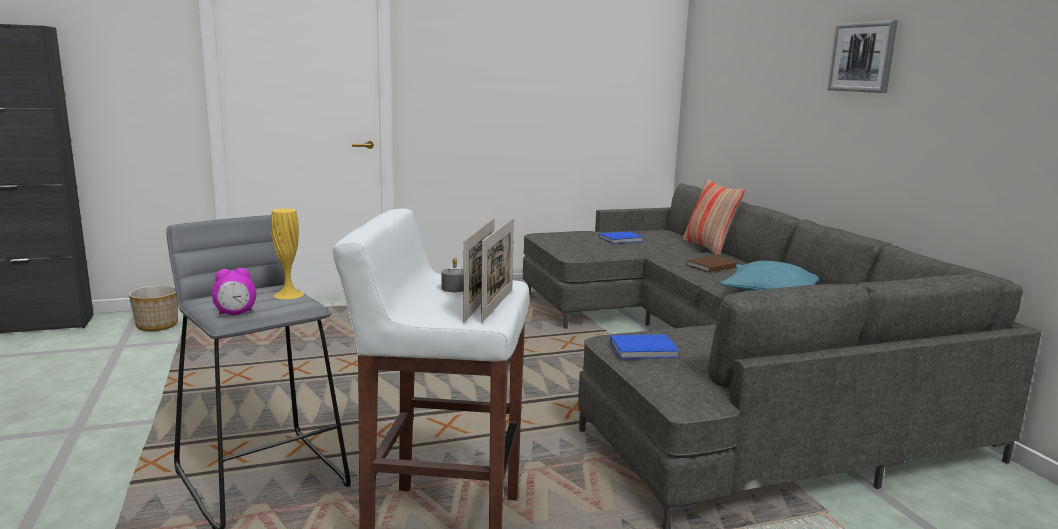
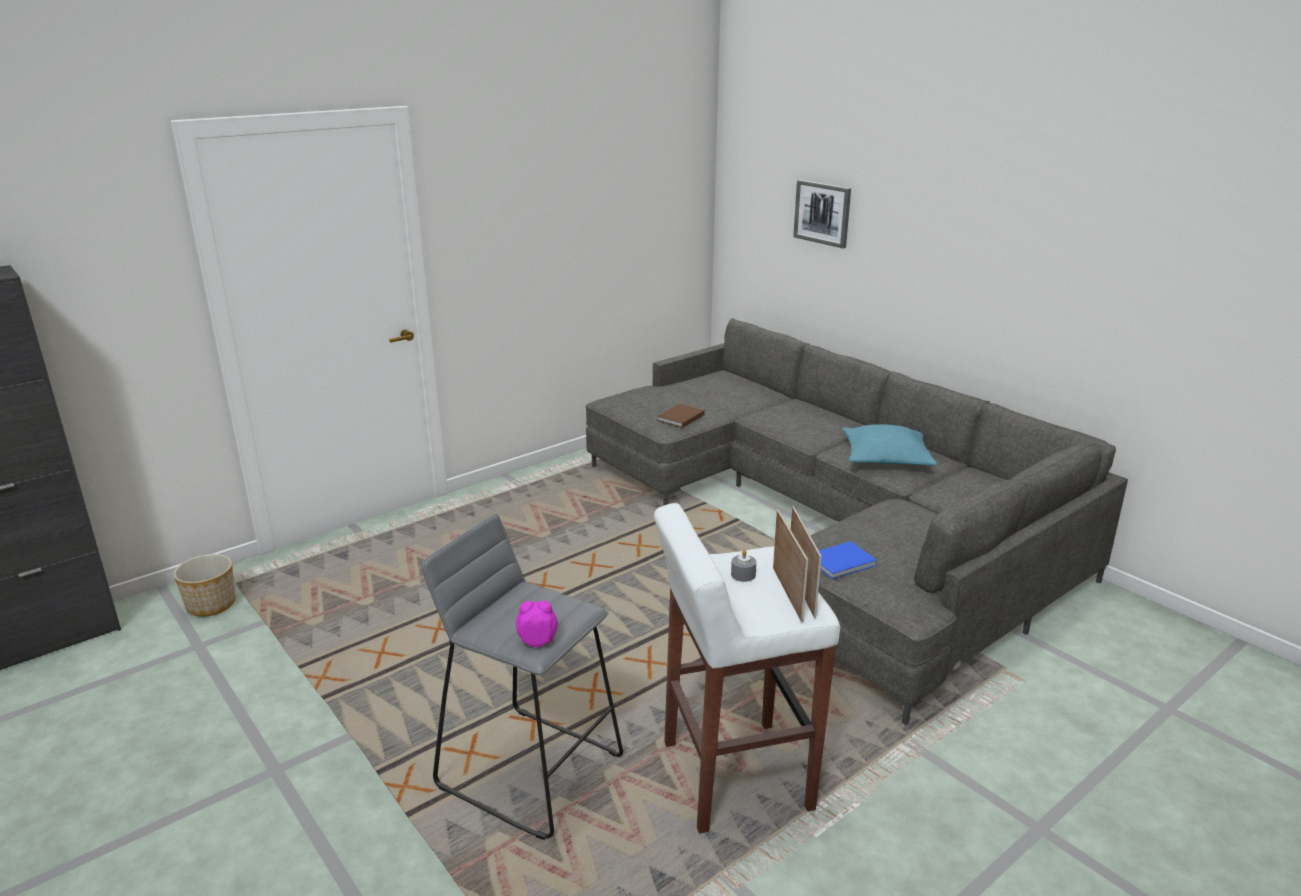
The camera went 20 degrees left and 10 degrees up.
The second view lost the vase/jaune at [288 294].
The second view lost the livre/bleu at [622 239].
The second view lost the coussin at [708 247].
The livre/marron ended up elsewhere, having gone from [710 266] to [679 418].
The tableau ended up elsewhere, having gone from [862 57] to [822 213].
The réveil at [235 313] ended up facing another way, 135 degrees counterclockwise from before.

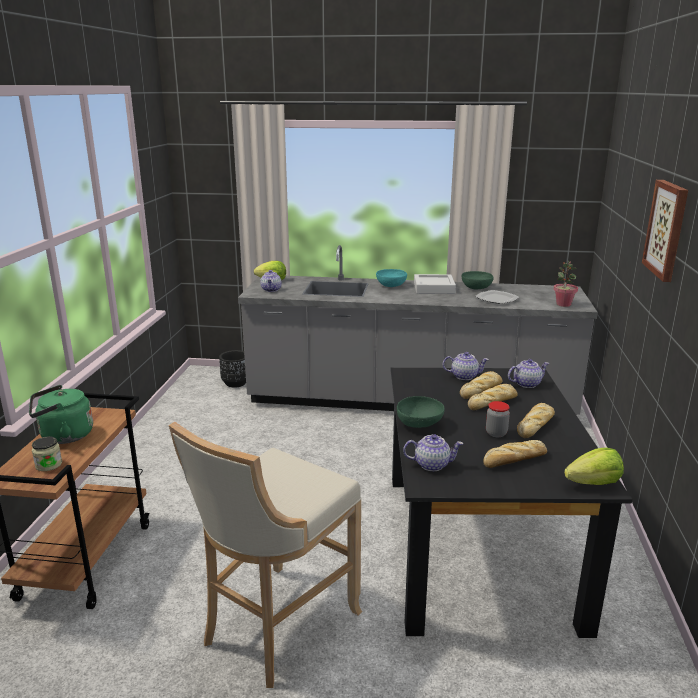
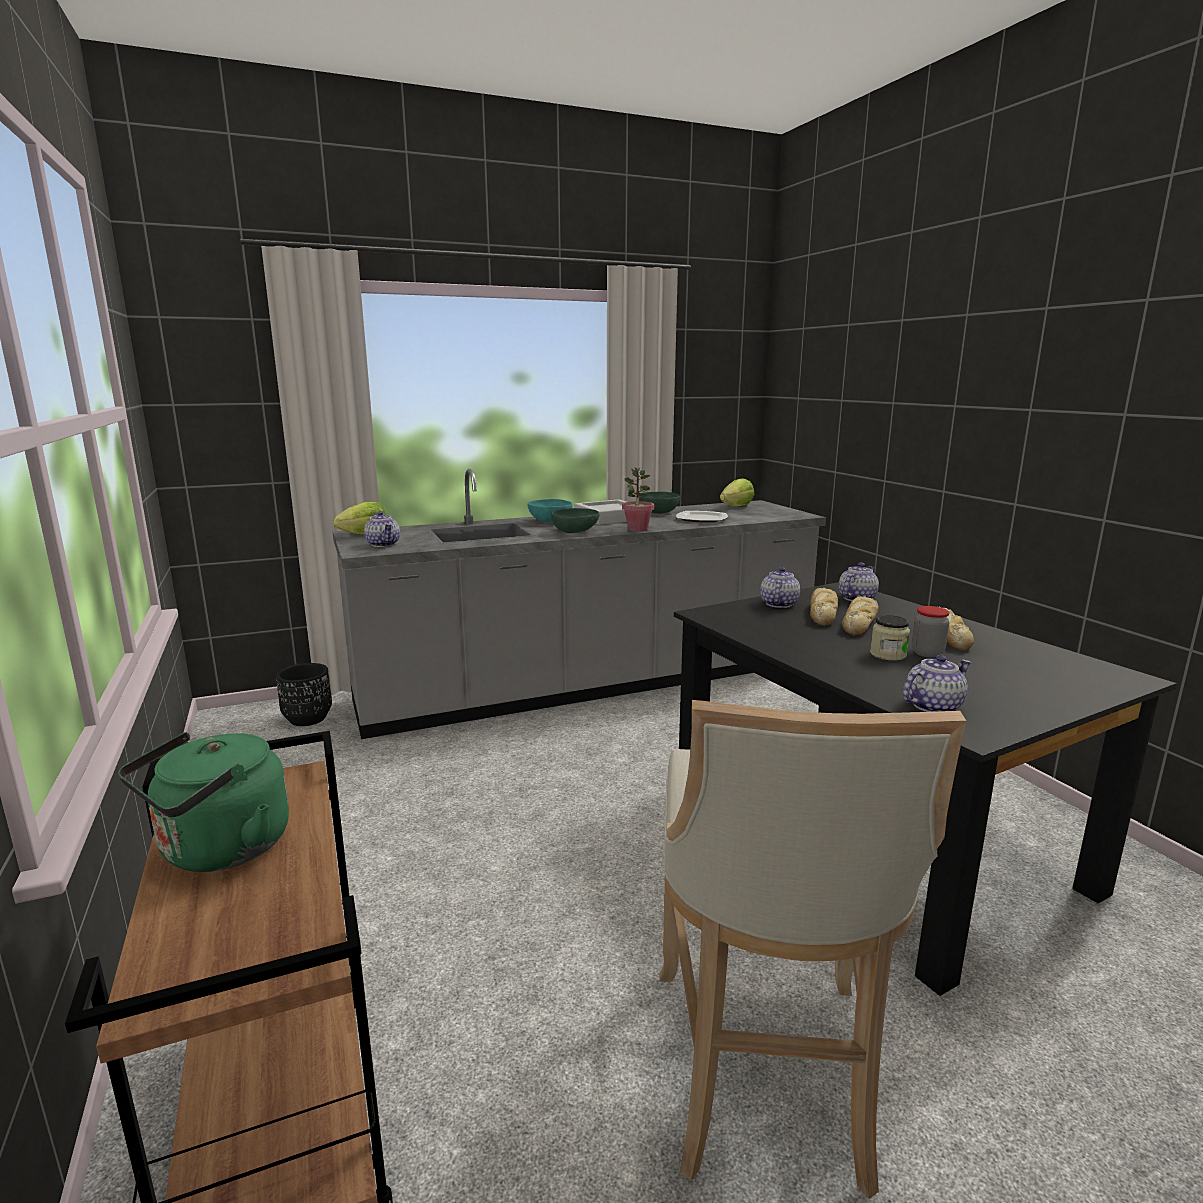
The camera went 30 degrees left and 5 degrees down.
The second view lost the pain at [514 460].
The second view lost the tableau at [667 229].
The bocal ended up elsewhere, having gone from [49 465] to [888 654].
The bol/vert ended up elsewhere, having gone from [419 424] to [575 532].
The plante en pot ended up elsewhere, having gone from [563 304] to [637 529].
The laitue ended up elsewhere, having gone from [594 483] to [736 506].
The théière at [464 376] ended up facing another way, 45 degrees counterclockwise from before.

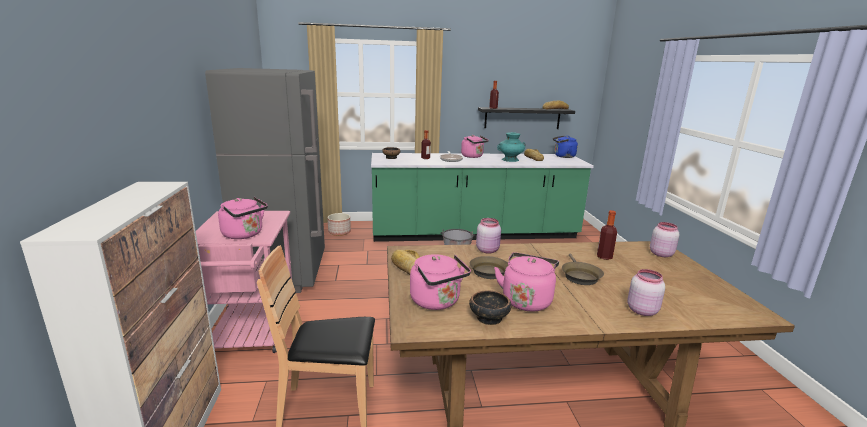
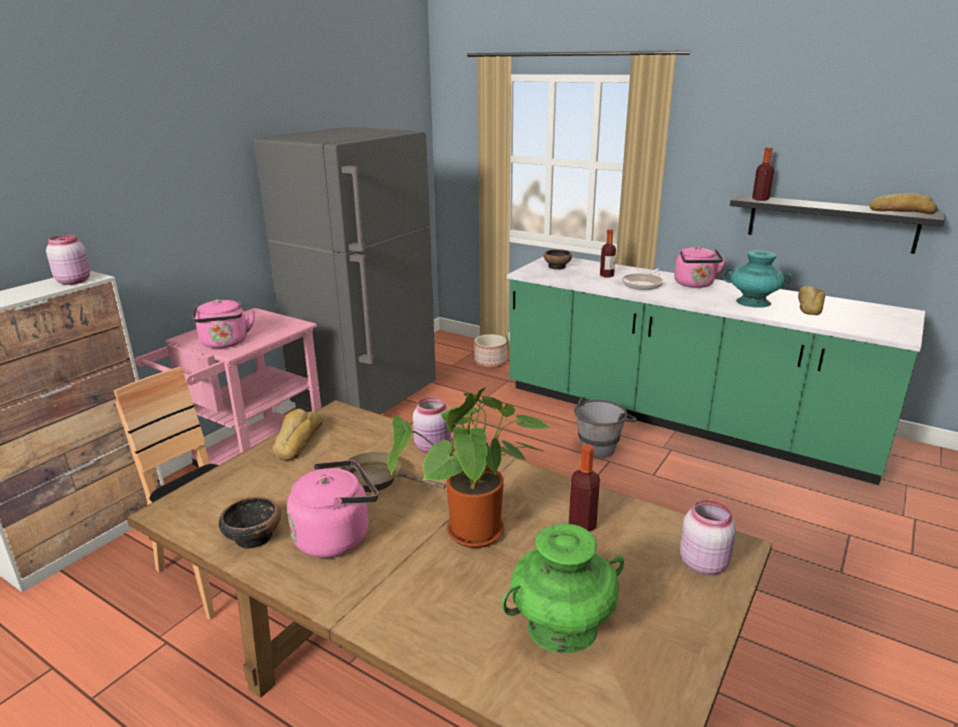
The camera went 40 degrees right and 5 degrees up.
The second view lost the bouilloire/rose at [437 302].
The second view lost the bouilloire/bleu at [563 156].
The second view gained the vase/vert at [563 626].
The bocal/rose ended up elsewhere, having gone from [641 310] to [74 281].
Where the poêle/marron stood at [579 276], the plante en pot came to stand at [475 537].

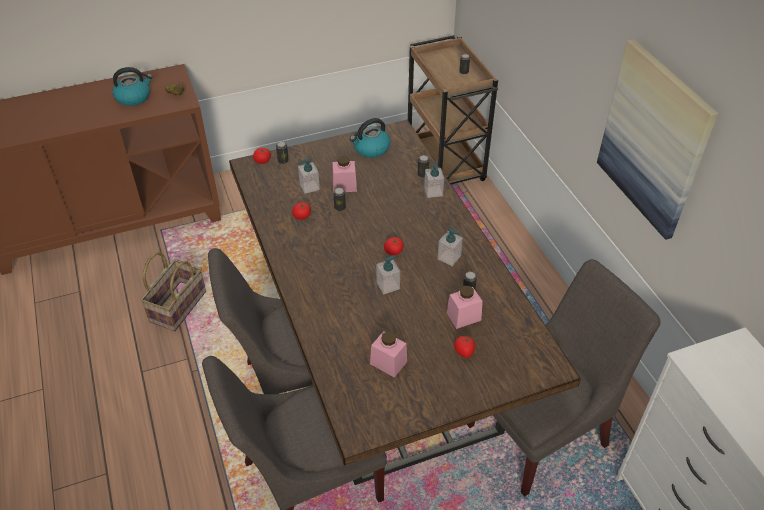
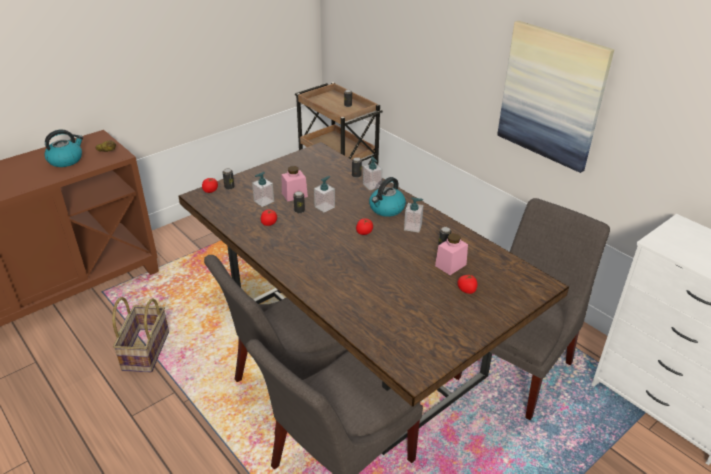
The camera went 20 degrees left and 10 degrees down.
The second view lost the bocal/rose at [388 362].
The bouilloire ended up elsewhere, having gone from [371 149] to [386 209].
The distributeur de savon ended up elsewhere, having gone from [388 285] to [324 207].

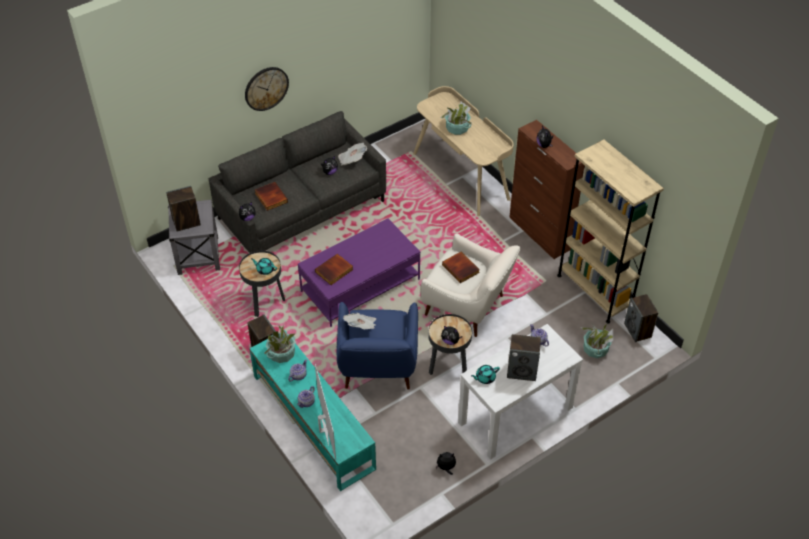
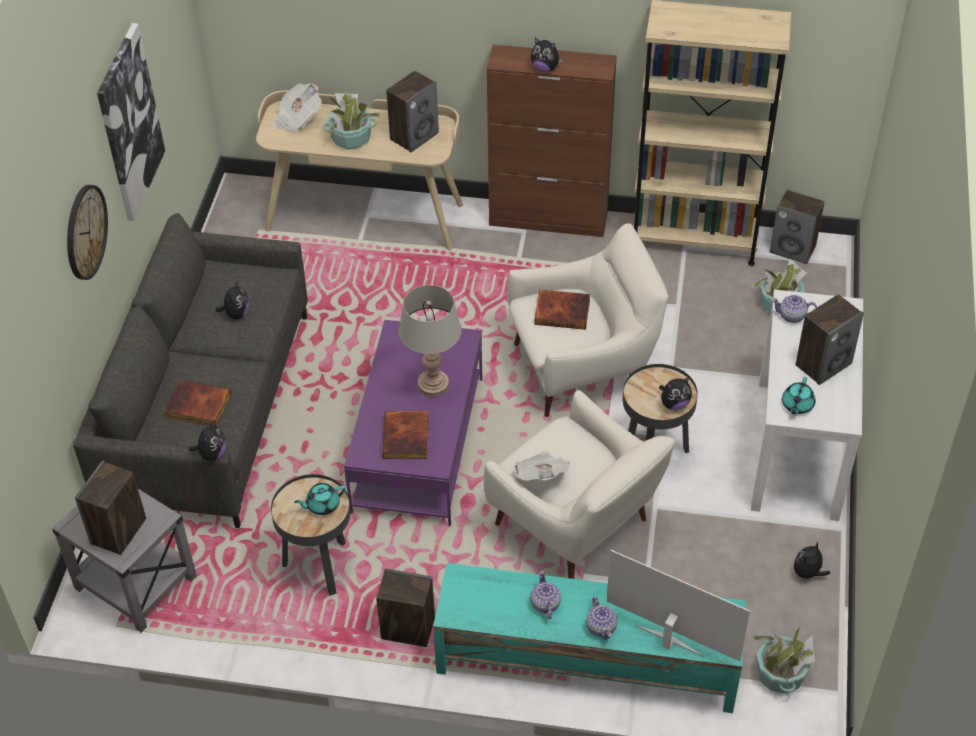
The camera went 45 degrees left and 0 degrees up.
The second view gained the tableau at [129 123].
The second view gained the enceinte at [414 136].
The second view gained the lampe de table/gris at [433 385].
The plante en pot ended up elsewhere, having gone from [282 353] to [780 674].
The journal ended up elsewhere, having gone from [352 160] to [297 119].
What was the fauteuil/bleu at [378 368] turned into the fauteuil/blanc at [576 526].

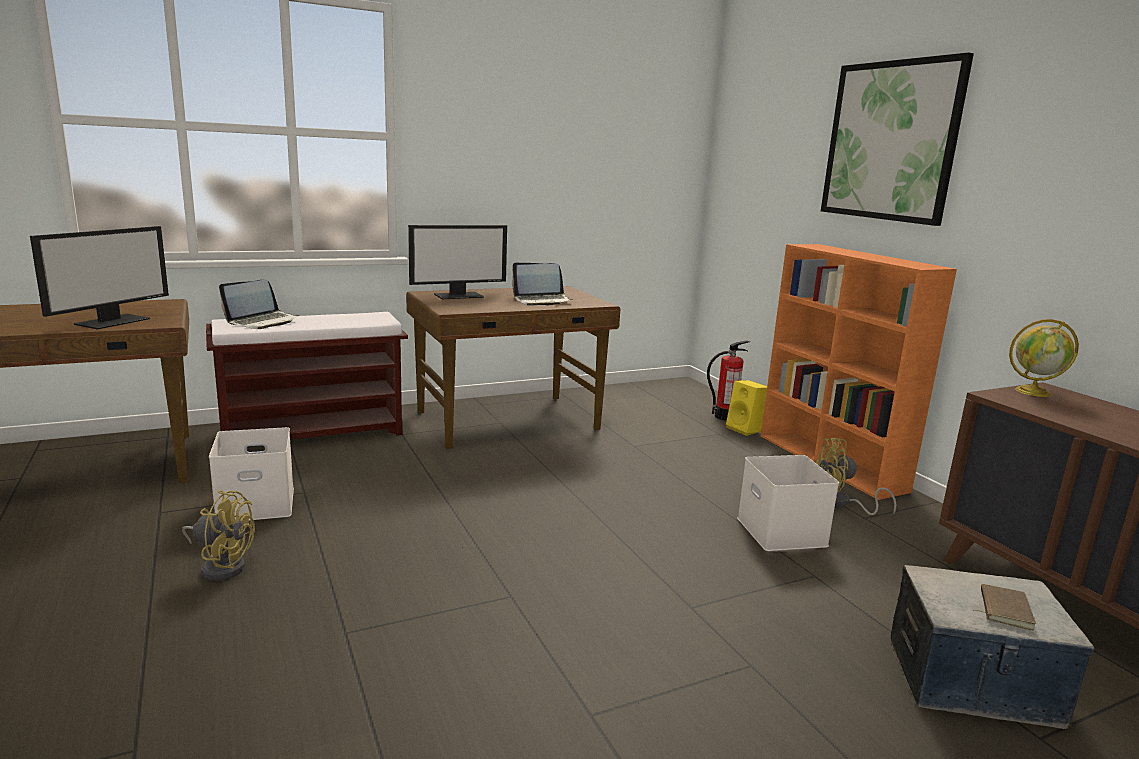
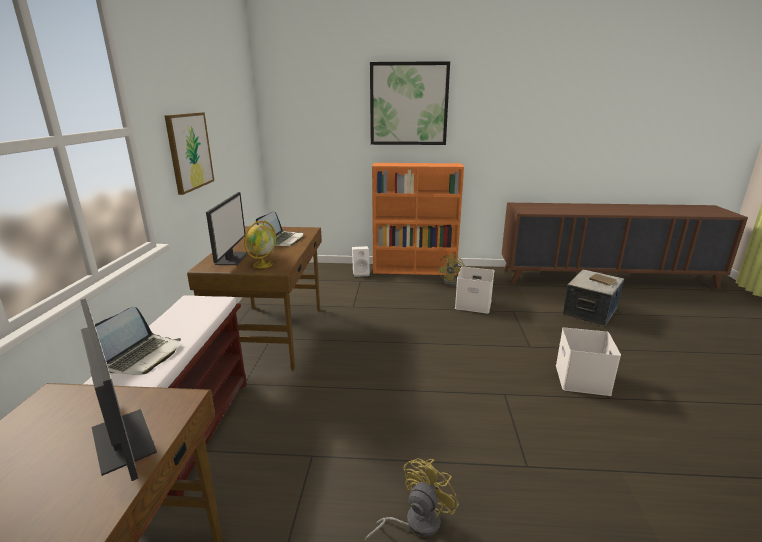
The camera went 60 degrees left and 5 degrees up.
The second view lost the extincteur at [725 416].
The second view gained the tableau at [189 151].
The boîte de rangement/blanc ended up elsewhere, having gone from [254 505] to [583 380].
The globe ended up elsewhere, having gone from [1034 392] to [263 264].
What was the enceinte/jaune at [746 429] turned into the enceinte/blanc at [361 273].
The ordinateur portable at [263 322] ended up facing another way, 45 degrees clockwise from before.

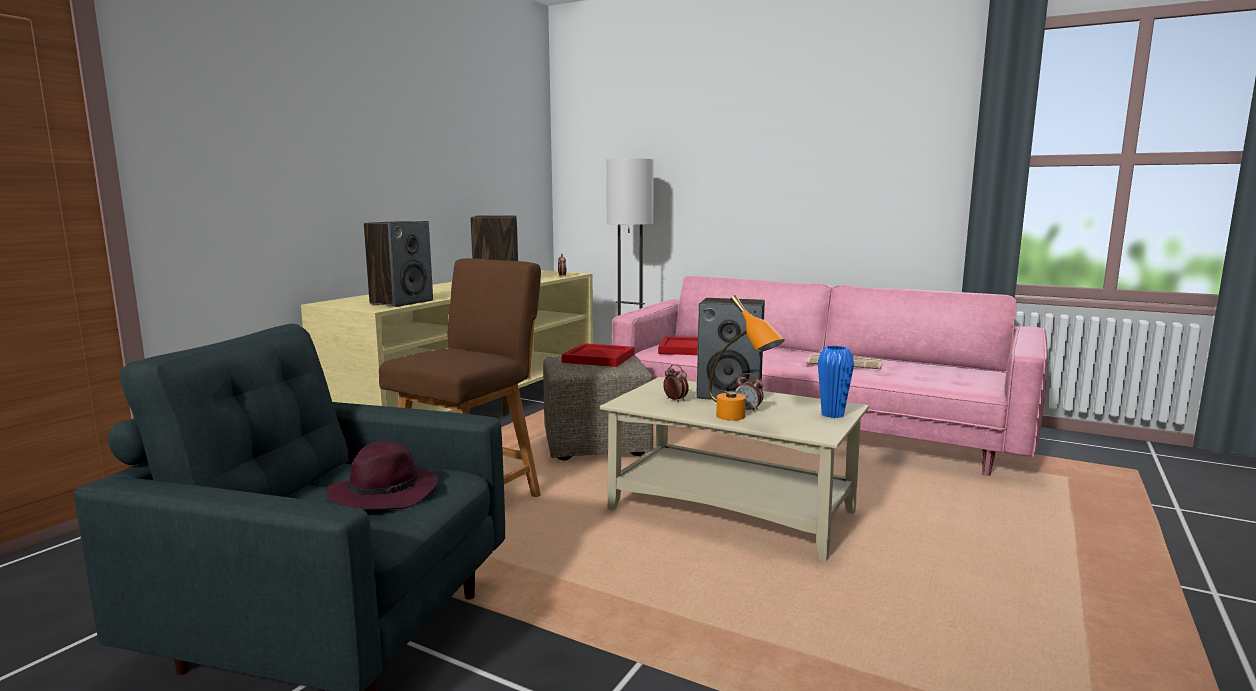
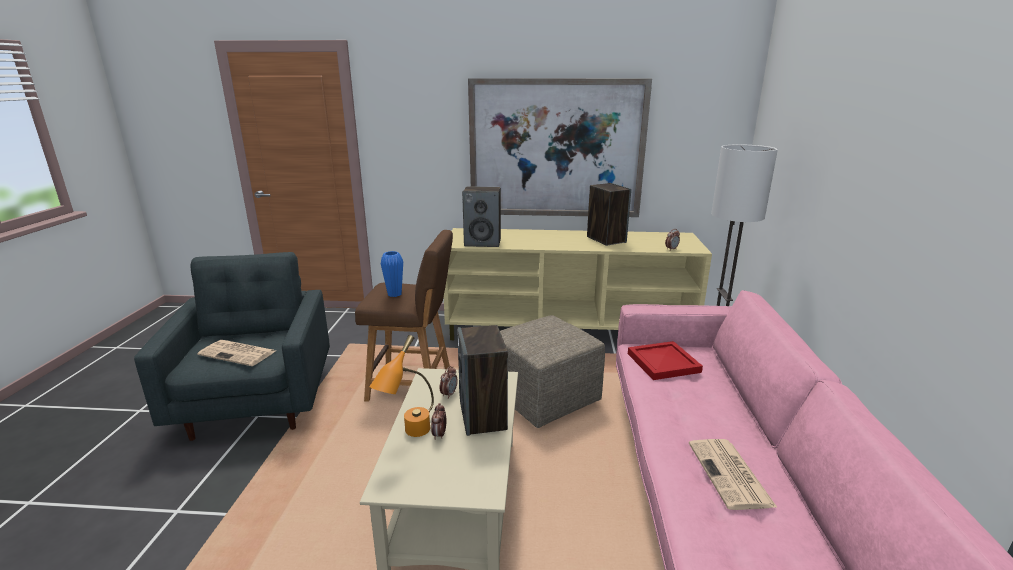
The camera went 65 degrees right and 10 degrees up.
The second view lost the plateau/rouge at [598 358].
The second view gained the tableau at [556 149].
The vase/bleu ended up elsewhere, having gone from [832 415] to [394 294].
Where the chapeau/violet stood at [386 493], the journal came to stand at [239 353].

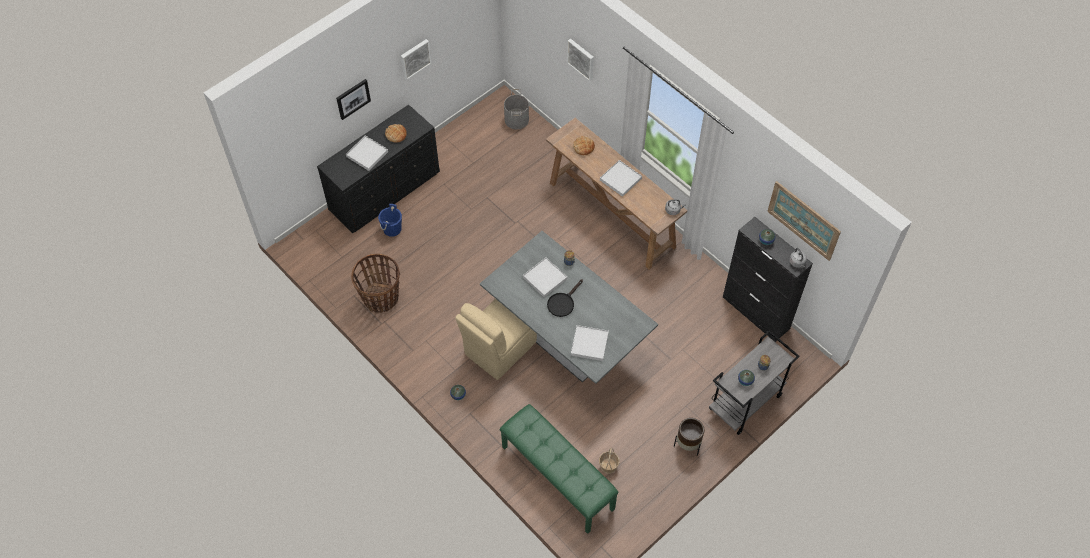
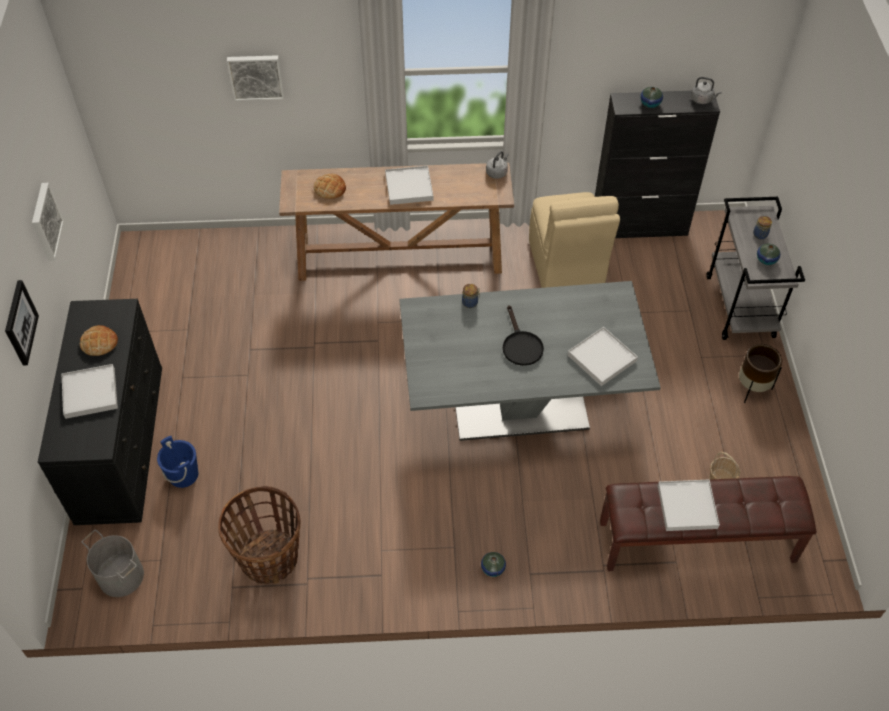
The camera went 50 degrees left and 5 degrees down.
The second view lost the tableau at [803 220].
The chaise/beige ended up elsewhere, having gone from [498 349] to [565 267].
The seau/gris ended up elsewhere, having gone from [517 119] to [121 575].
The plateau/blanc ended up elsewhere, having gone from [544 278] to [687 507].
What was the banc/vert at [557 478] turned into the banc/marron at [696 542].

